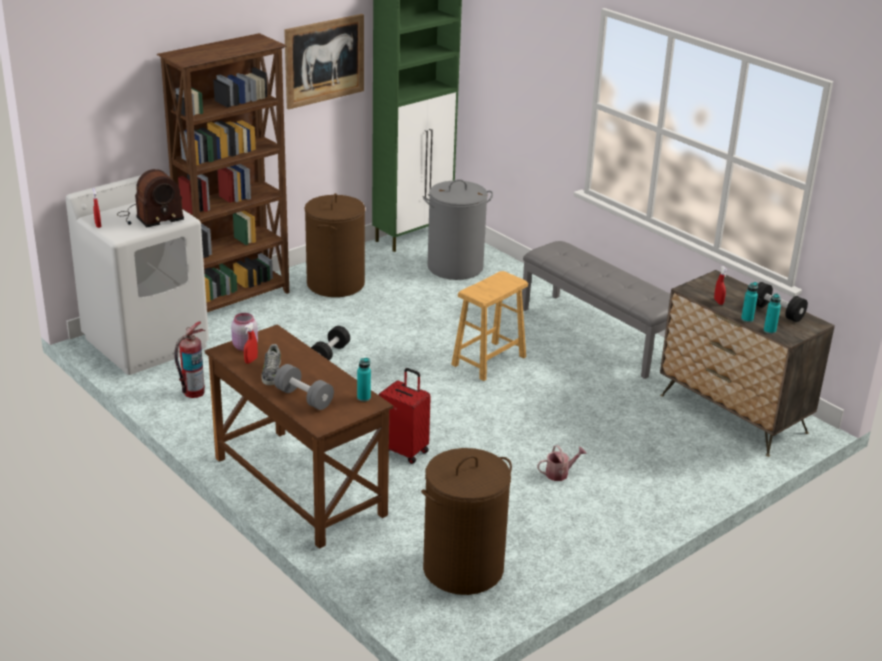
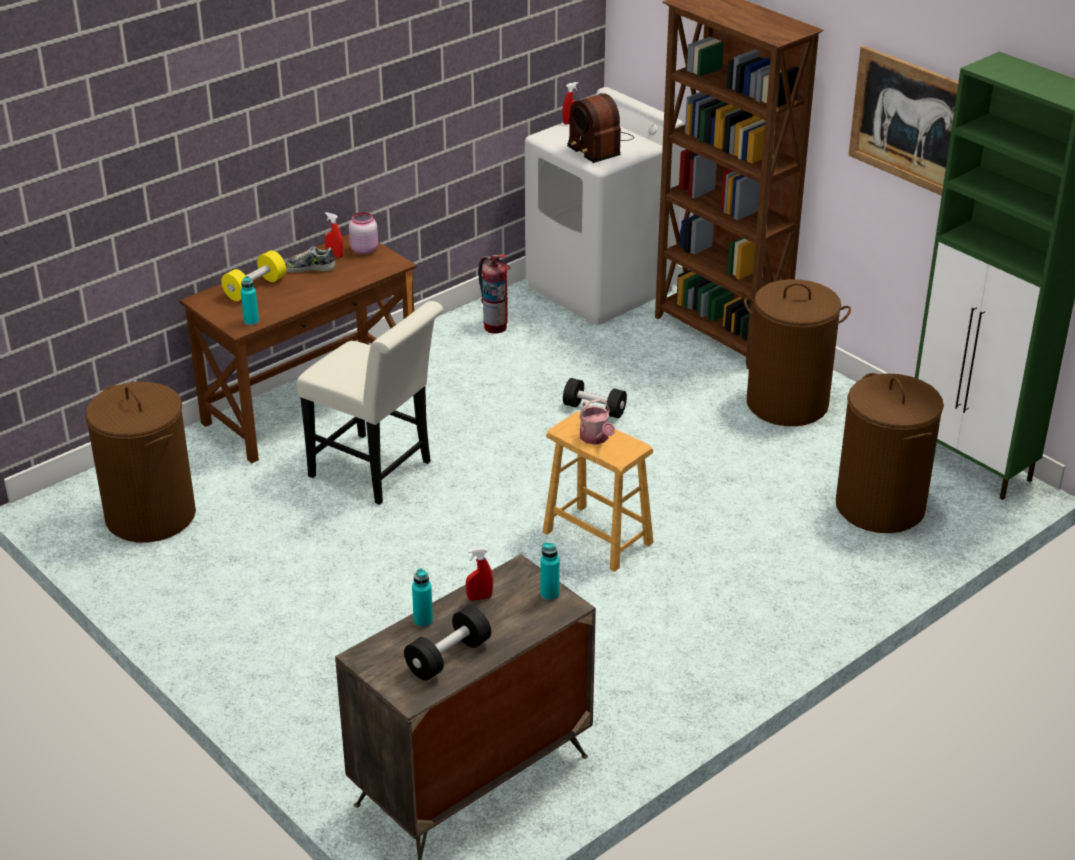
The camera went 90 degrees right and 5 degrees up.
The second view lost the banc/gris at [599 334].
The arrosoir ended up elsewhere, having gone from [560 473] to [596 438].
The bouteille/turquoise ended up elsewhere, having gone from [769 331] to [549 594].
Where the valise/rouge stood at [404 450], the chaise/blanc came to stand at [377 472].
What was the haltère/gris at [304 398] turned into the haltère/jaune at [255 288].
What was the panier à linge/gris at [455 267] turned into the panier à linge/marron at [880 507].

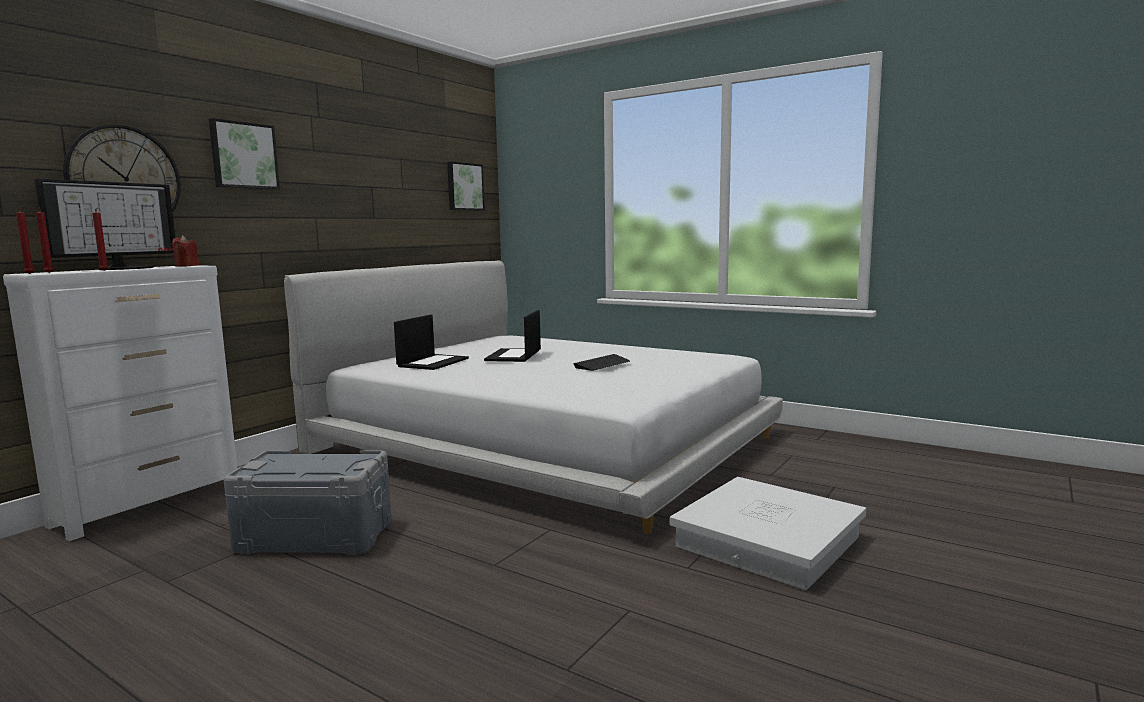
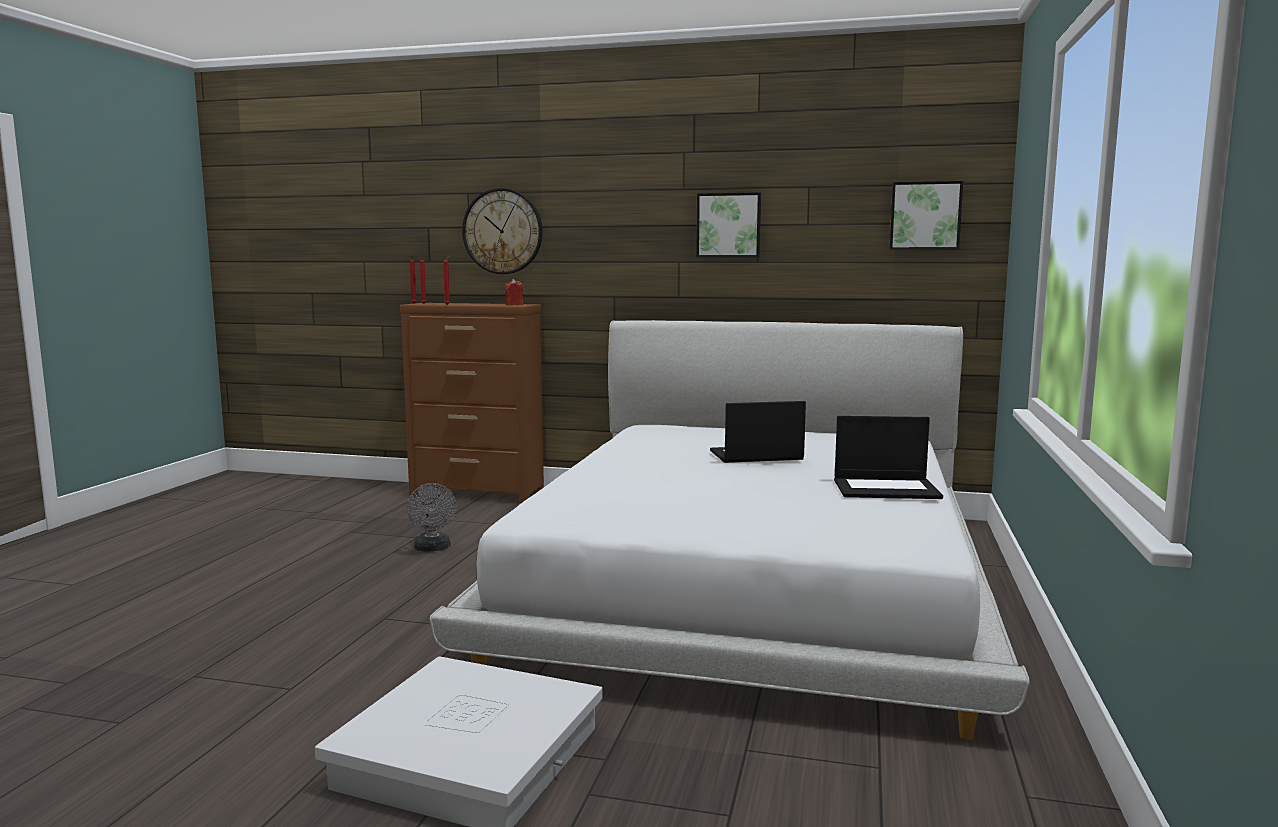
The camera went 70 degrees right and 0 degrees up.
The second view lost the écran d'ordinateur at [125 268].
The second view lost the clavier at [602 364].
The tableau ended up elsewhere, having gone from [243 155] to [729 225].
The ordinateur portable ended up elsewhere, having gone from [433 362] to [887 489].
Where the boîte de rangement/gris stood at [316 536], the ventilateur/gris came to stand at [433 548].
What was the commode/blanc at [151 504] turned into the commode/marron at [478 494].

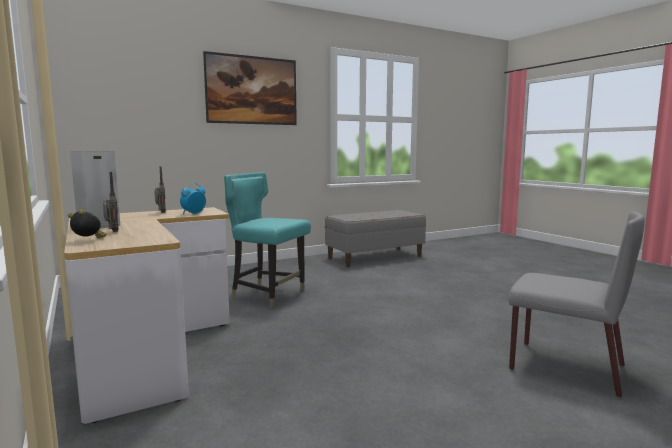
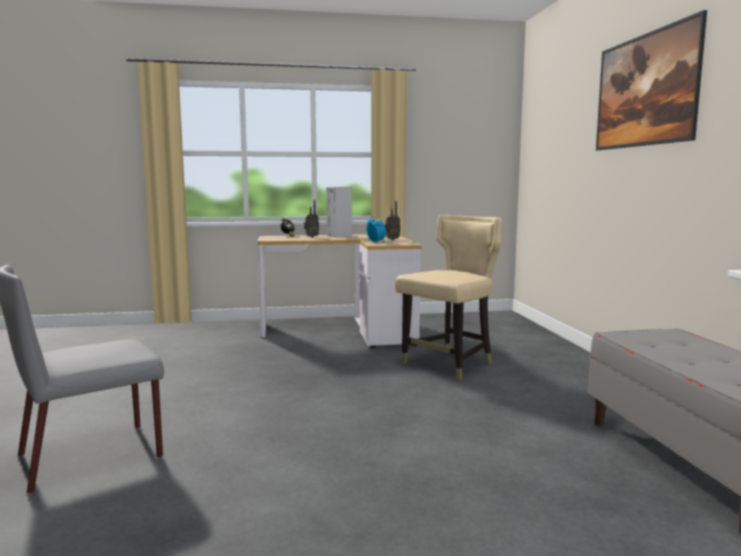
The camera went 110 degrees right and 0 degrees up.
What was the chaise/turquoise at [267 295] turned into the chaise/beige at [449 364].

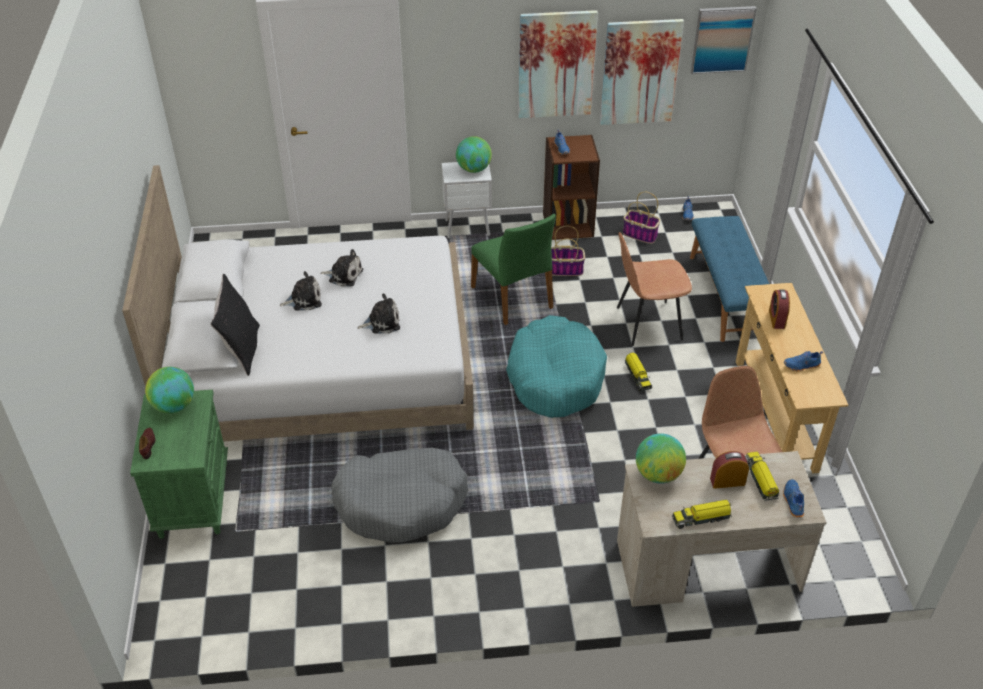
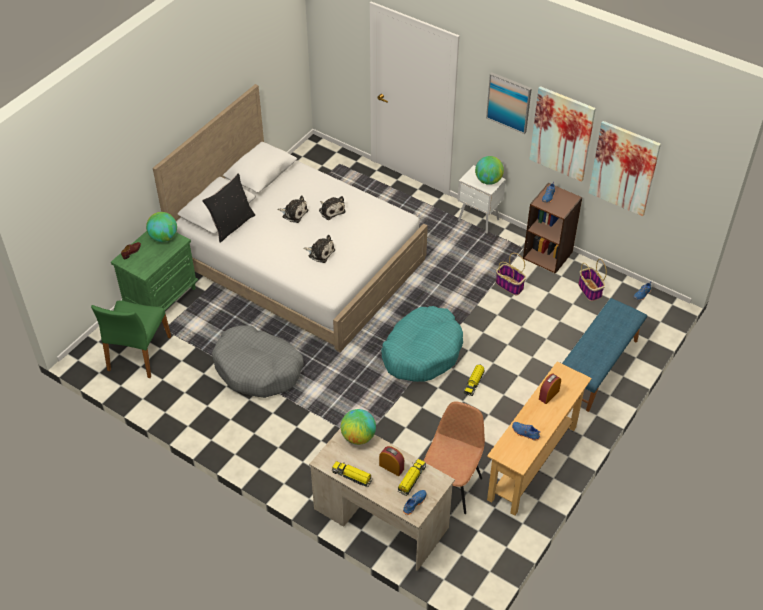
The camera went 40 degrees right and 5 degrees up.
The second view lost the chaise/marron at [647 323].
The chaise/vert ended up elsewhere, having gone from [513 298] to [138 354].
The tableau ended up elsewhere, having gone from [722 39] to [509 102].

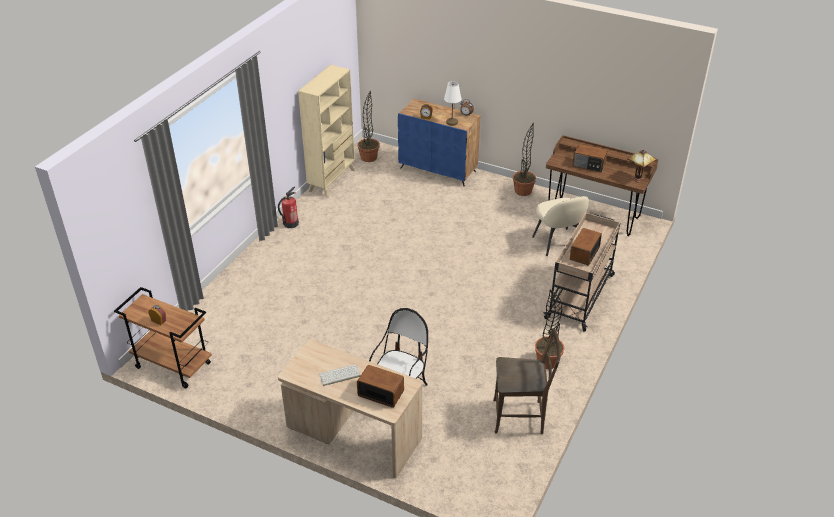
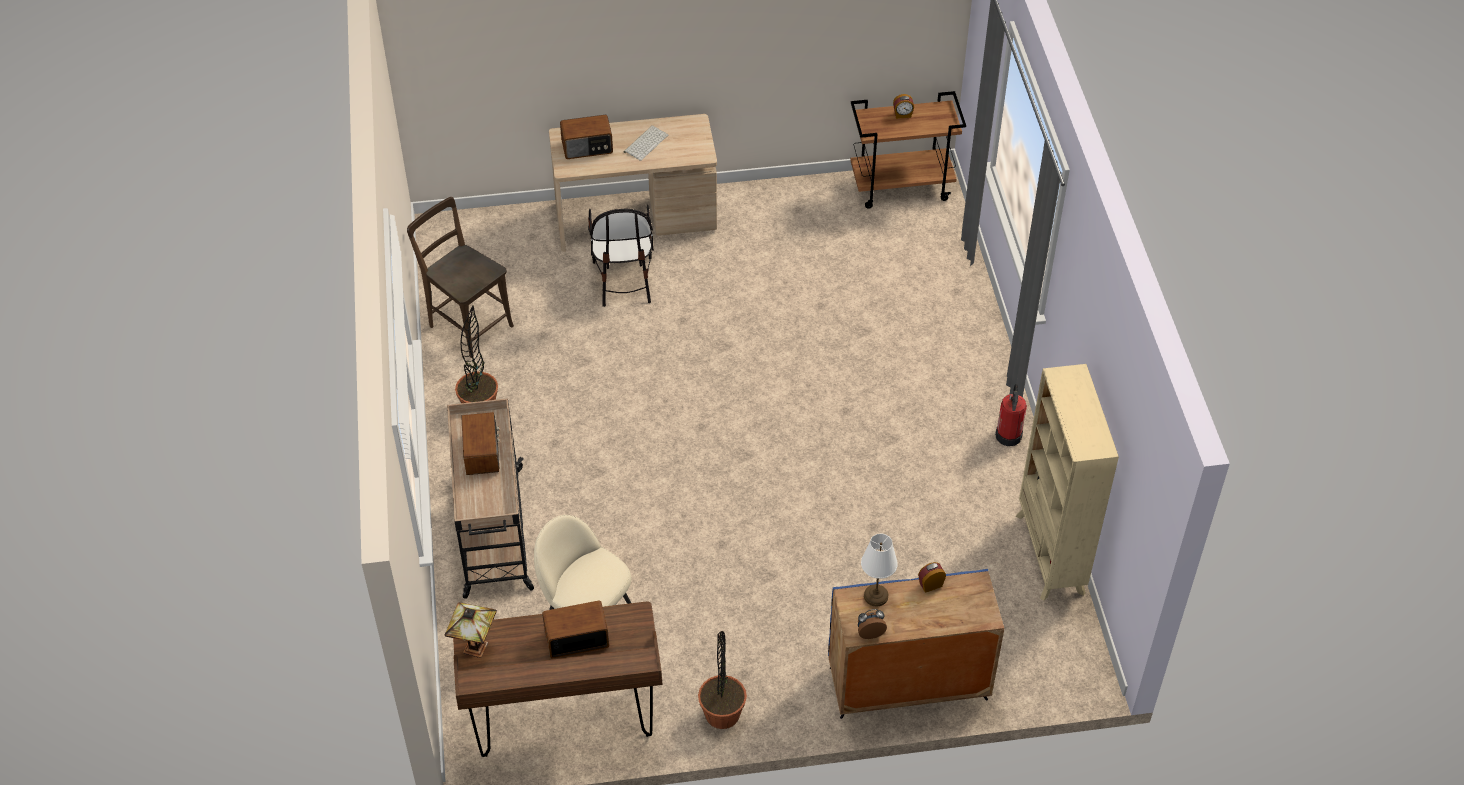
The camera went 145 degrees right and 10 degrees up.
The second view lost the plante en pot at [369 157].
The chaise/marron at [521 417] ended up facing another way, 75 degrees clockwise from before.

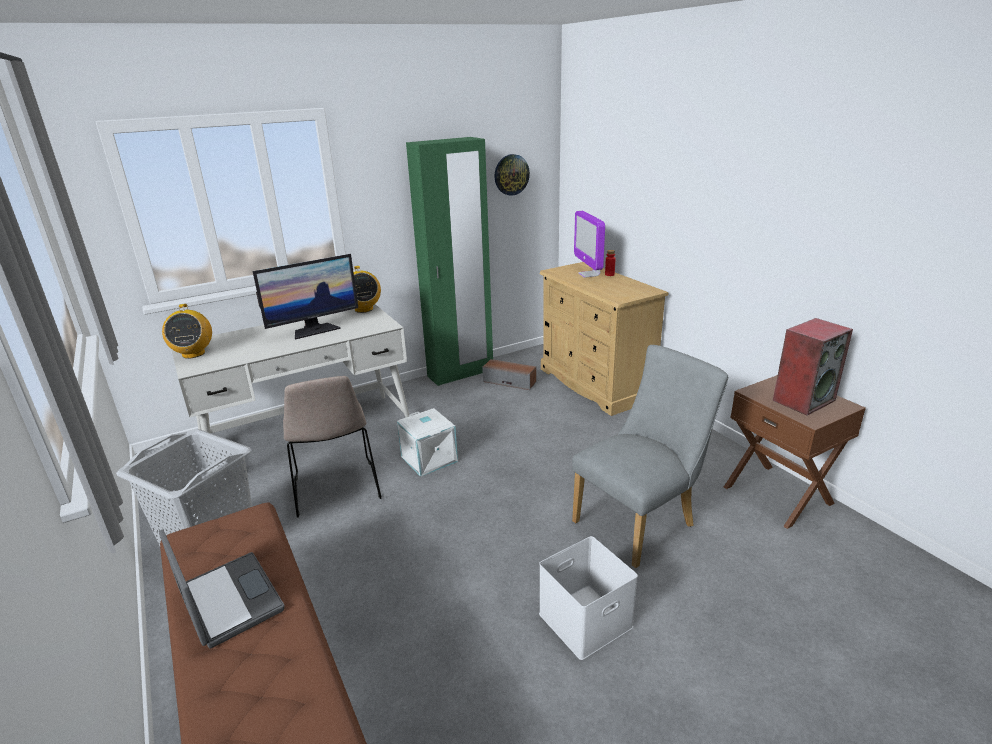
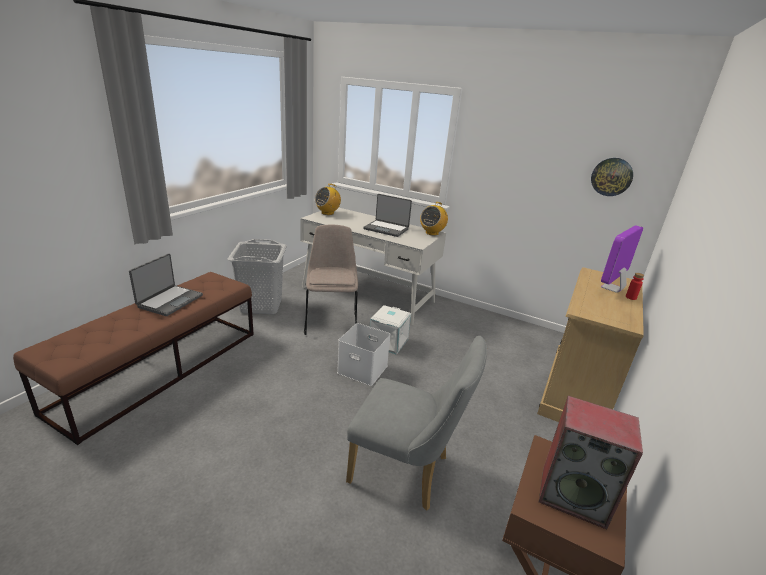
The camera went 55 degrees right and 0 degrees up.
The second view lost the armoire/vert at [460 373].
The second view lost the enceinte at [509 381].
The boîte de rangement/blanc ended up elsewhere, having gone from [585 618] to [364 369].
Where the écran d'ordinateur stood at [314 330], the ordinateur portable came to stand at [386 229].
The chaise/beige at [336 490] ended up facing another way, 135 degrees clockwise from before.

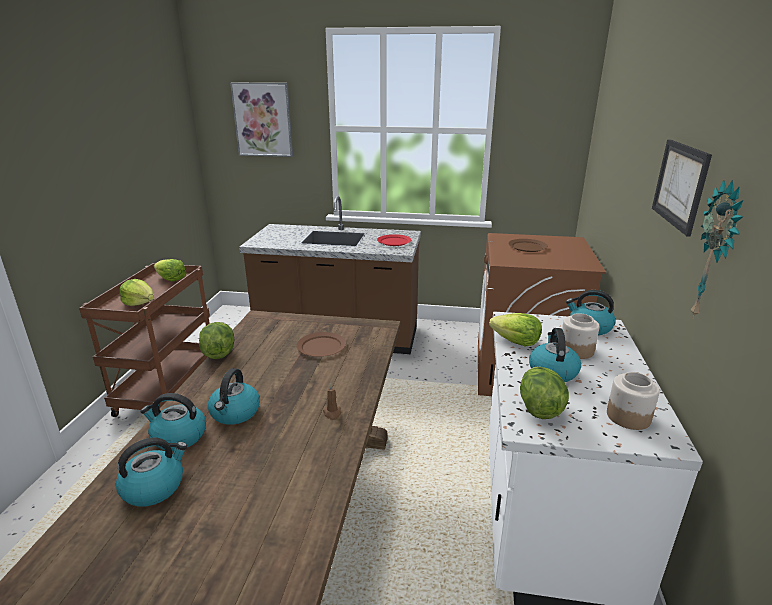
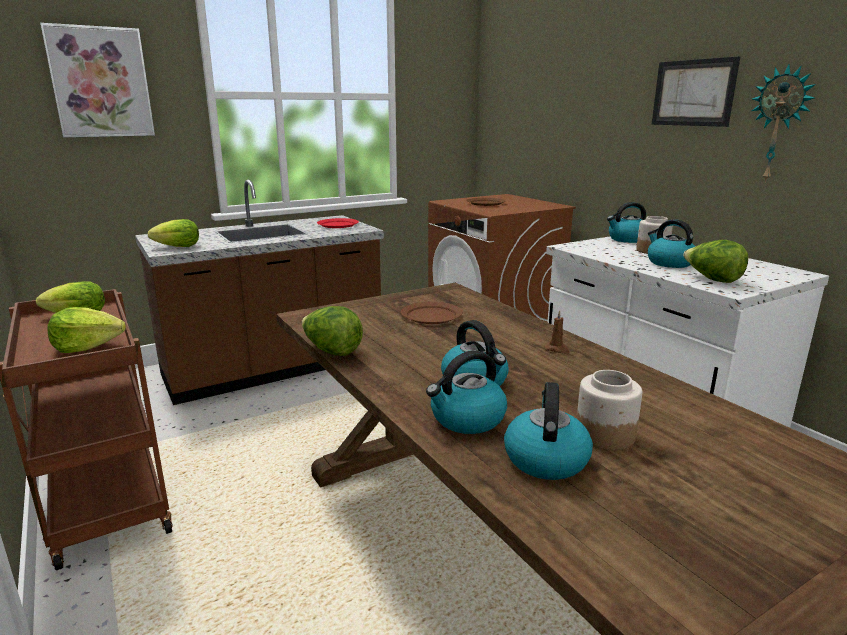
The camera went 40 degrees left and 5 degrees down.
The laitue ended up elsewhere, having gone from [516 341] to [178 247].
The bocal ended up elsewhere, having gone from [627 416] to [604 434].

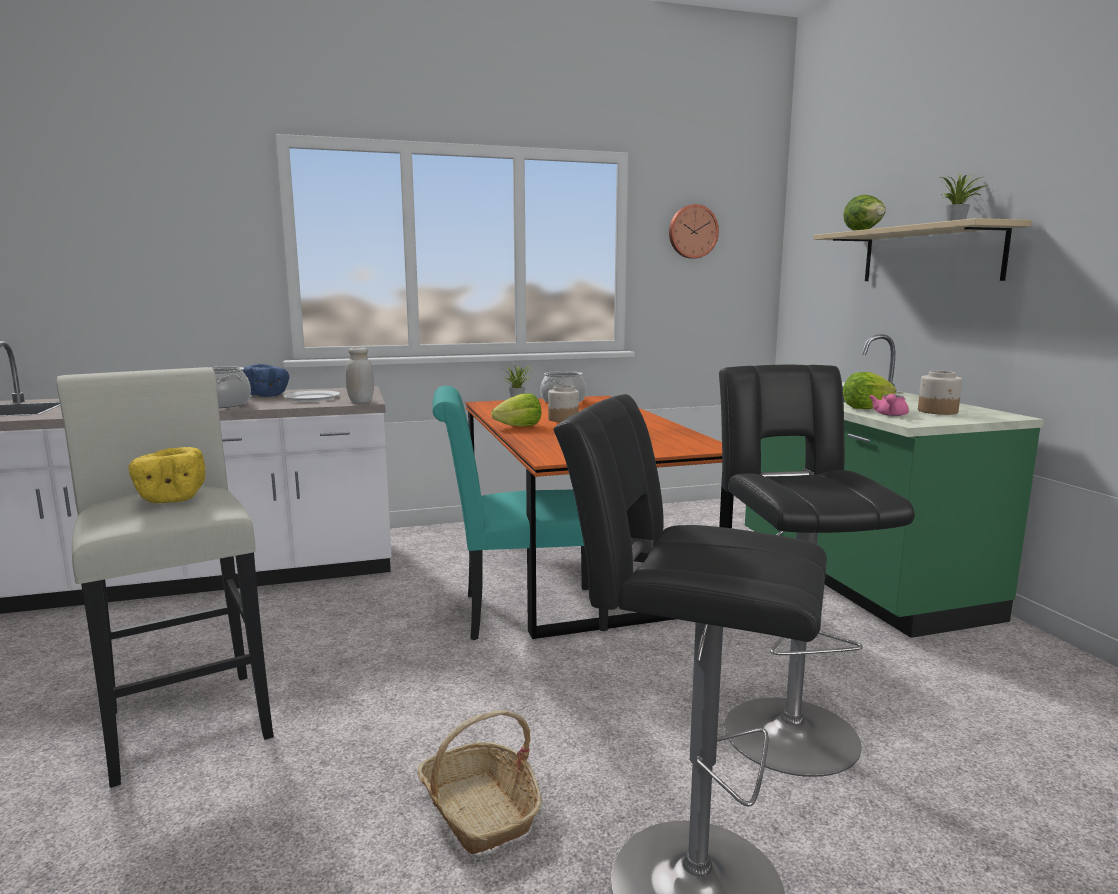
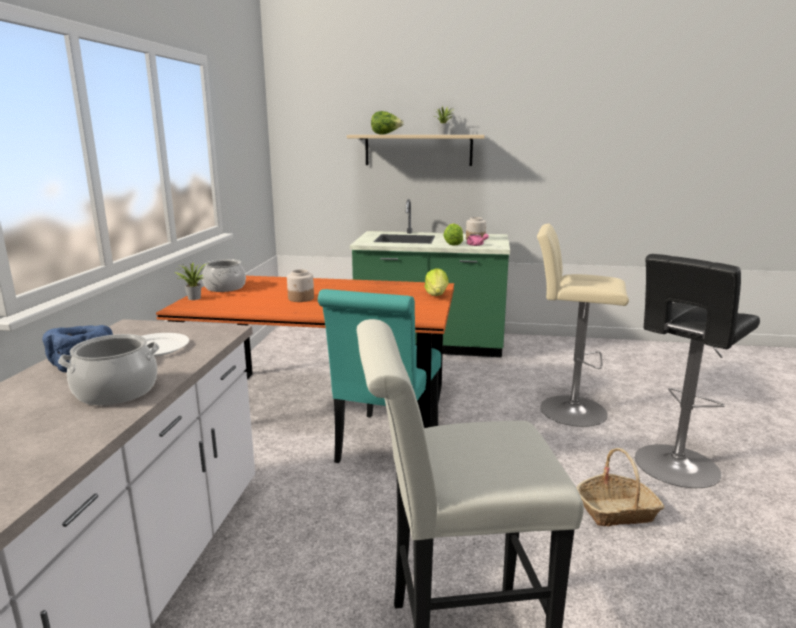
The camera went 65 degrees left and 5 degrees up.
The second view lost the bol/jaune at [169 499].
The second view lost the bocal/blanc at [361 401].
The second view lost the horloge murale at [692 231].
The laitue ended up elsewhere, having gone from [519 426] to [436 295].
What was the tabouret/noir at [786 728] turned into the tabouret/beige at [567 410].

